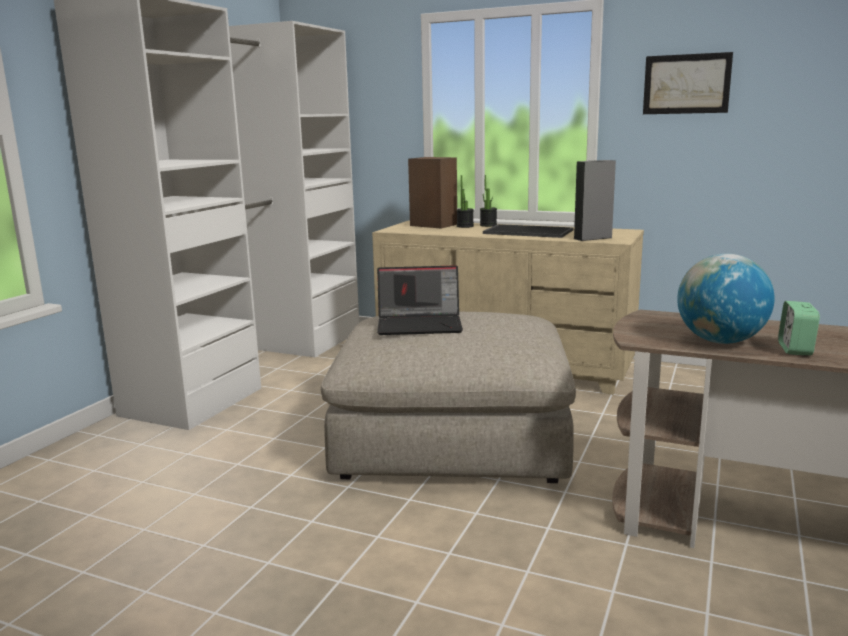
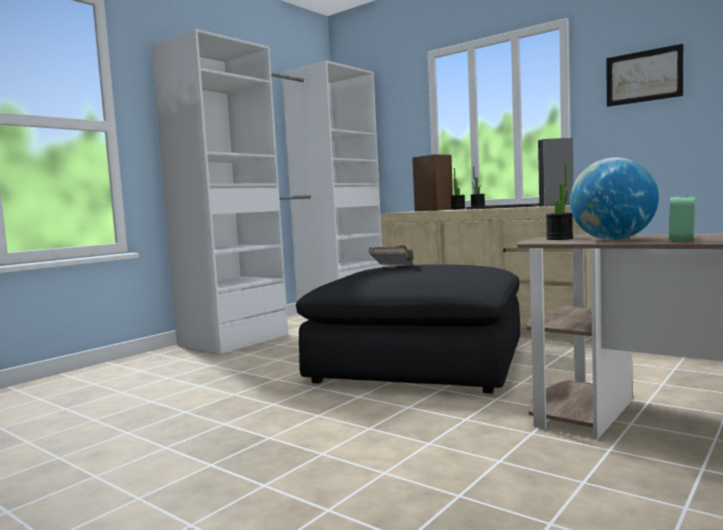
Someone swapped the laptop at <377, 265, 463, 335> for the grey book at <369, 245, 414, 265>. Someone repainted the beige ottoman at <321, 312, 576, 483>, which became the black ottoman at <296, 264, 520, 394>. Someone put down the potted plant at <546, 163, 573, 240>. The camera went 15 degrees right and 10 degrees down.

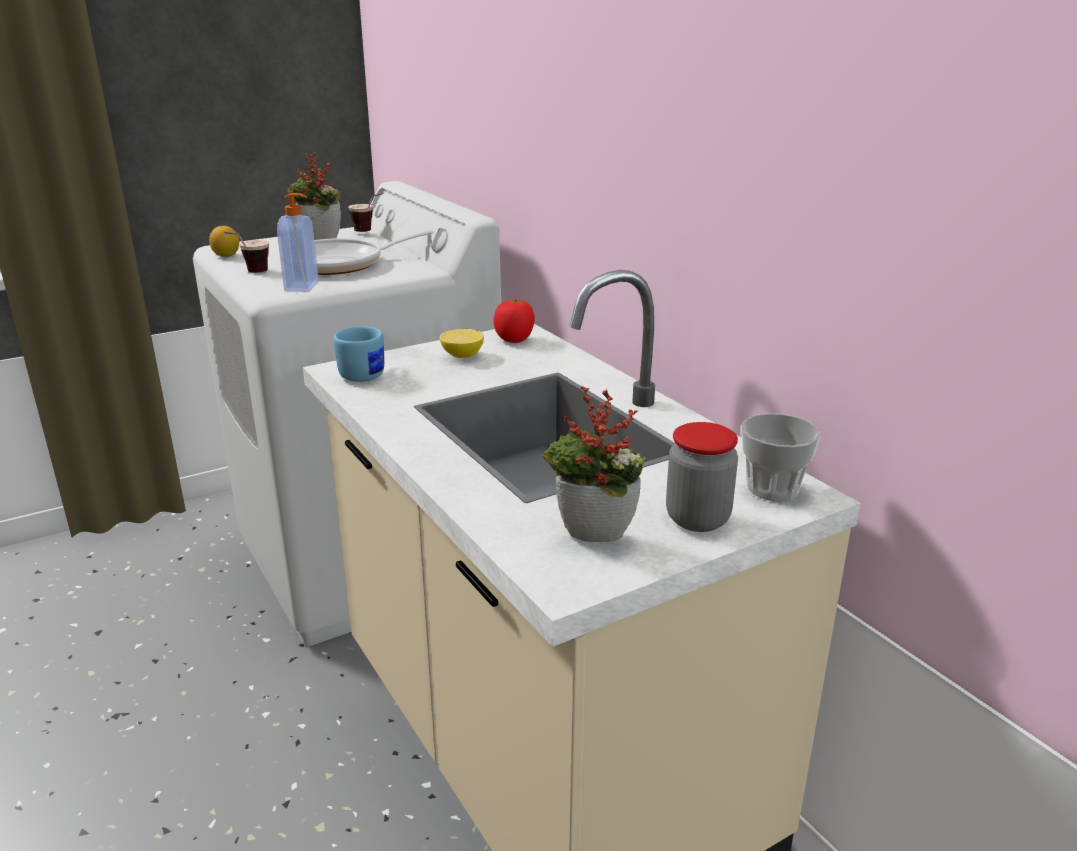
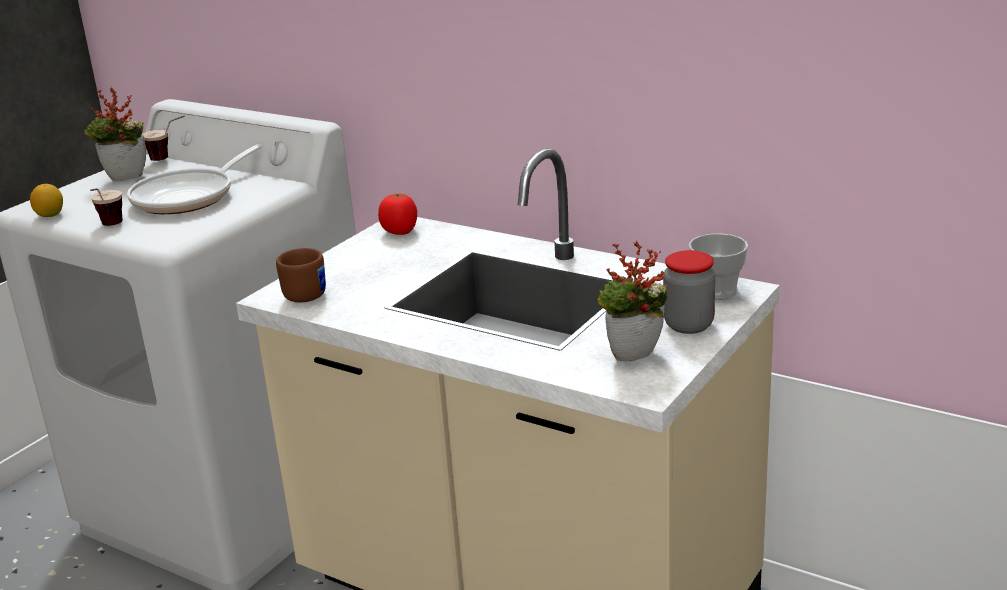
Someone took away the soap dispenser at <277, 193, 319, 292>. Someone repainted the blue mug at <333, 326, 384, 382>, which became the brown mug at <276, 248, 326, 302>. Someone took away the lemon at <439, 329, 484, 358>. The camera went 25 degrees left and 0 degrees up.

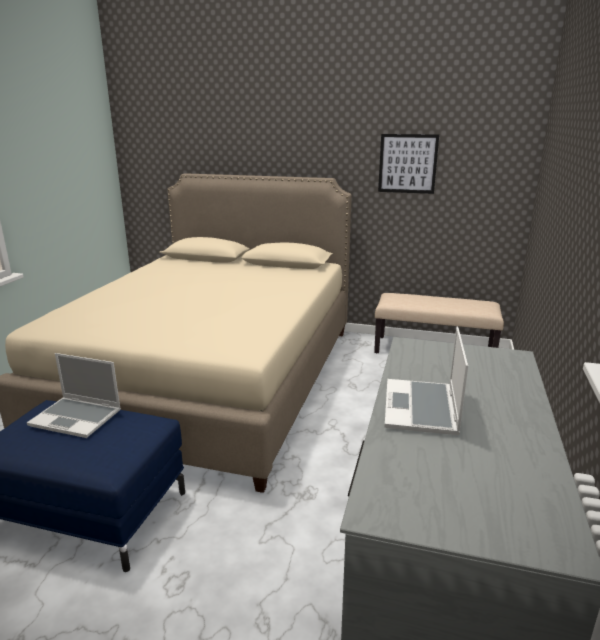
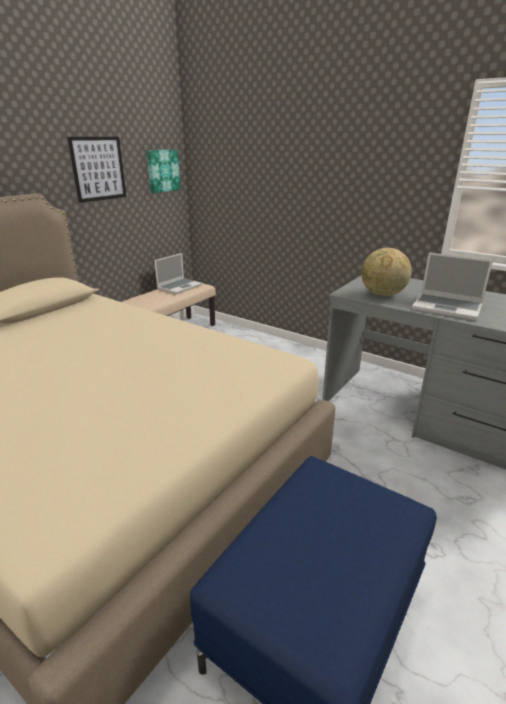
Someone carried the laptop from <27, 353, 121, 438> to <154, 253, 202, 294>. Someone put up the picture at <147, 149, 181, 193>. Someone put down the globe at <361, 248, 412, 296>. The camera went 70 degrees left and 5 degrees up.

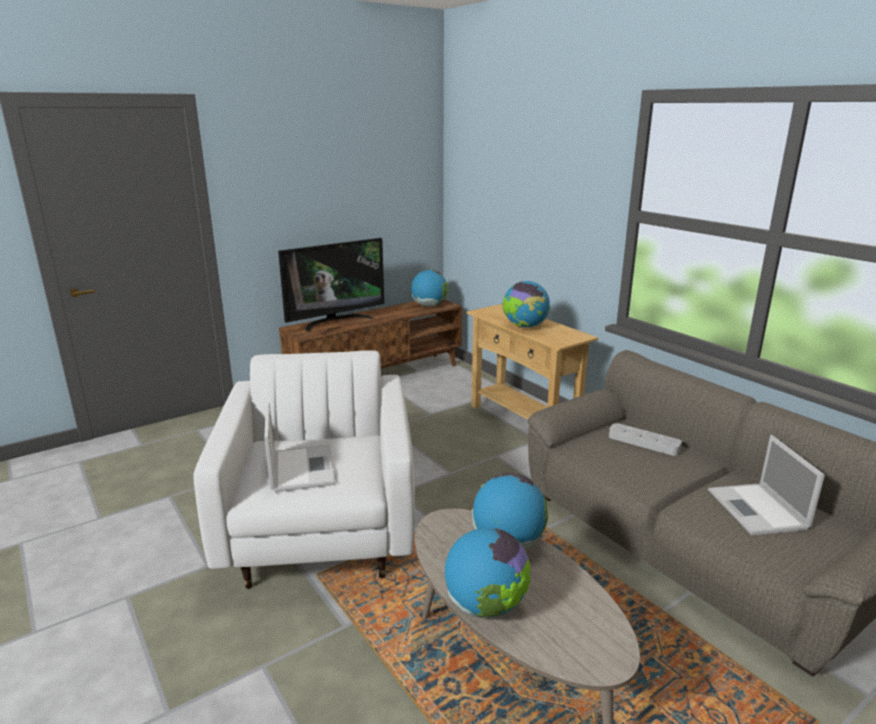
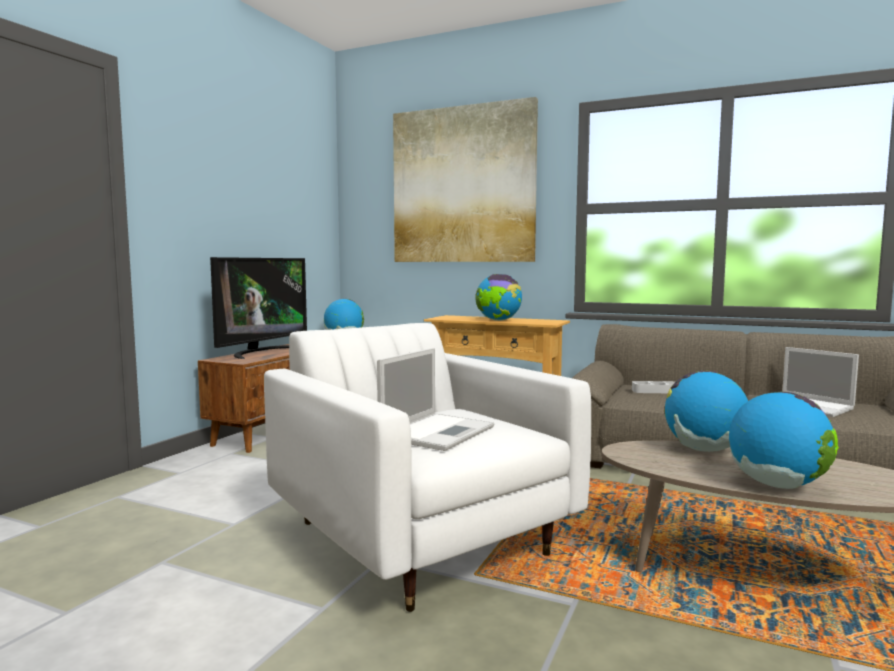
Someone rotated the laptop at <264, 402, 335, 492> by 75 degrees clockwise. Someone put up the picture at <393, 97, 538, 262>. The camera went 30 degrees left and 15 degrees down.

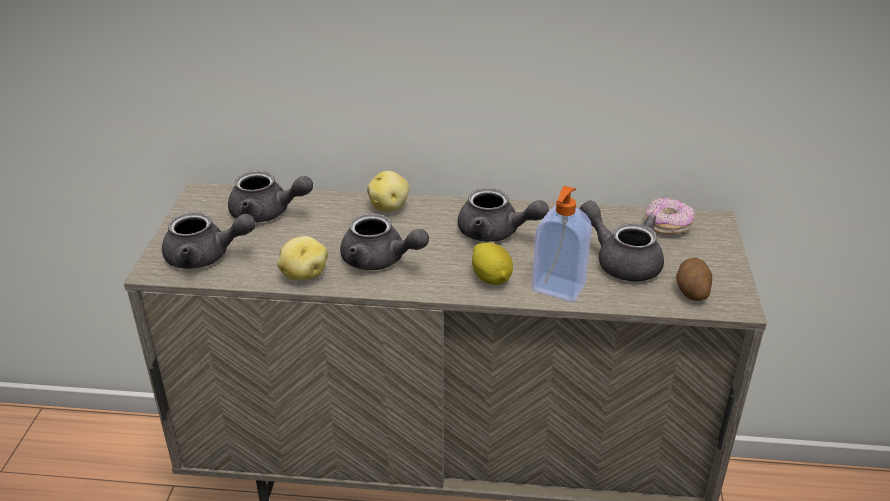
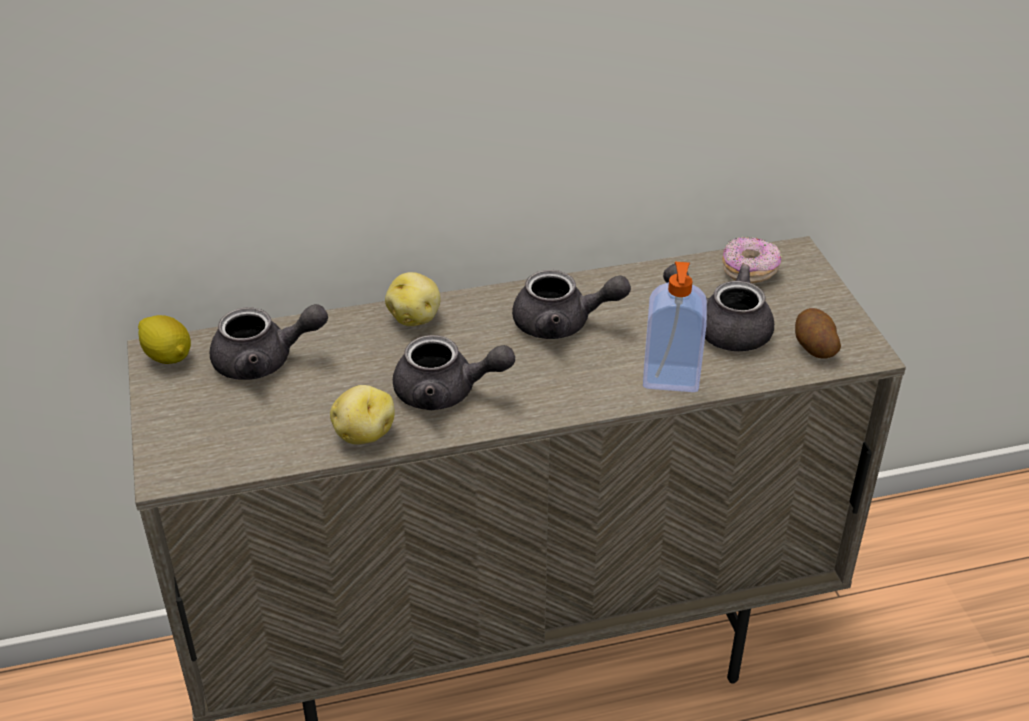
Someone took away the grey teapot at <162, 212, 255, 269>. Someone carried the lemon from <472, 243, 513, 285> to <138, 315, 191, 364>. The camera went 20 degrees left and 5 degrees up.

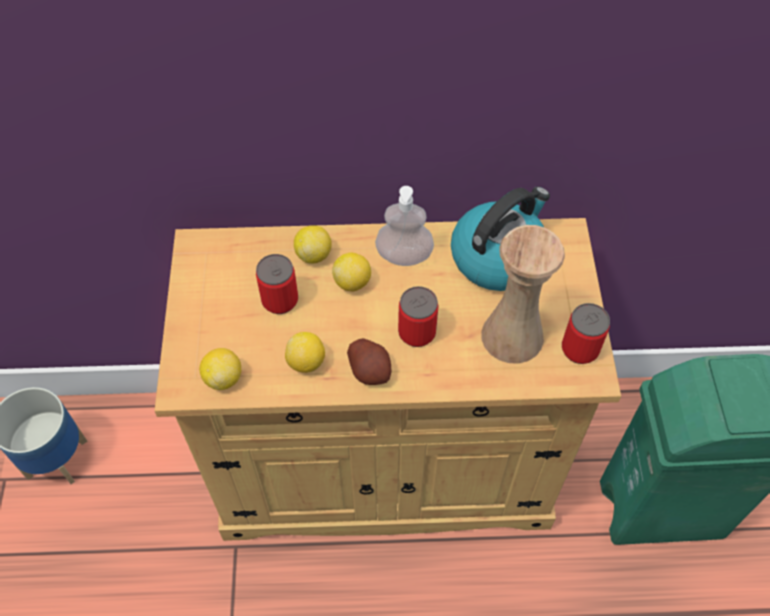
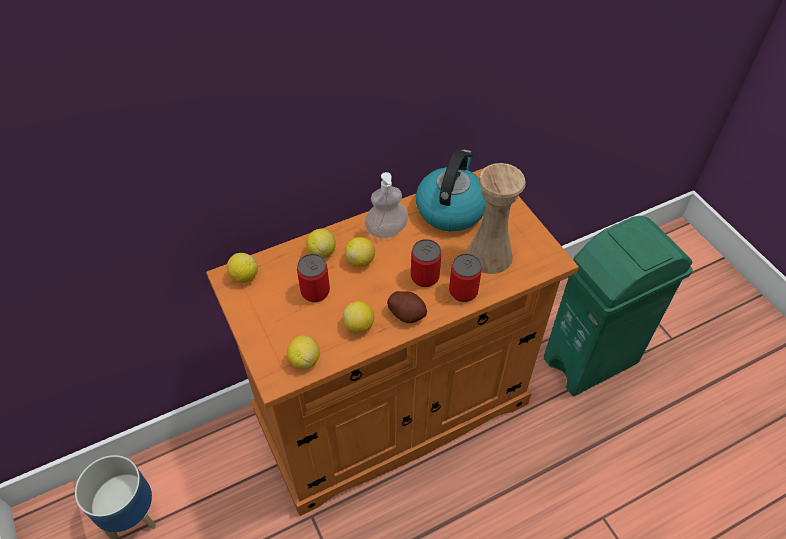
Someone repainted the beige cabinet at <154, 218, 621, 541>, which became the orange cabinet at <206, 168, 579, 516>. Someone carried the can from <562, 303, 610, 364> to <449, 254, 482, 302>. Someone put down the lemon at <227, 253, 258, 283>. The camera went 25 degrees left and 5 degrees down.

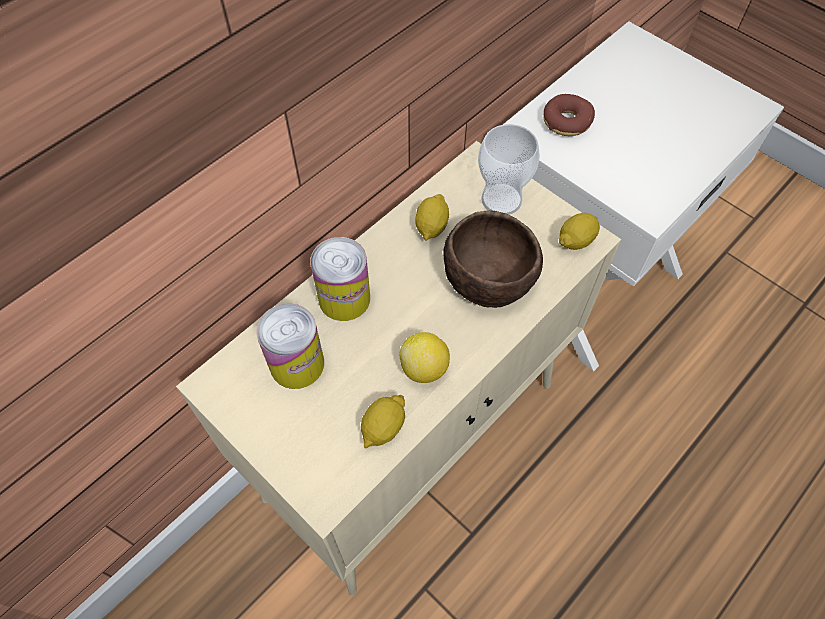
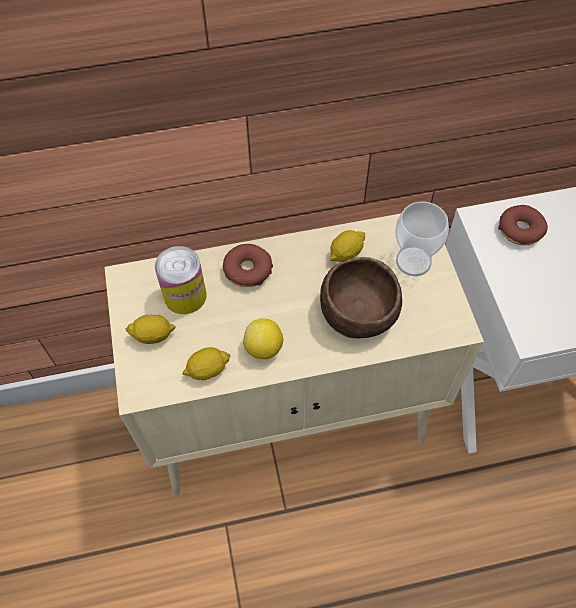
Someone carried the lemon from <559, 213, 600, 250> to <126, 315, 176, 344>. Someone swapped the can at <310, 237, 370, 321> for the donut at <223, 244, 273, 287>. The camera went 35 degrees right and 0 degrees up.

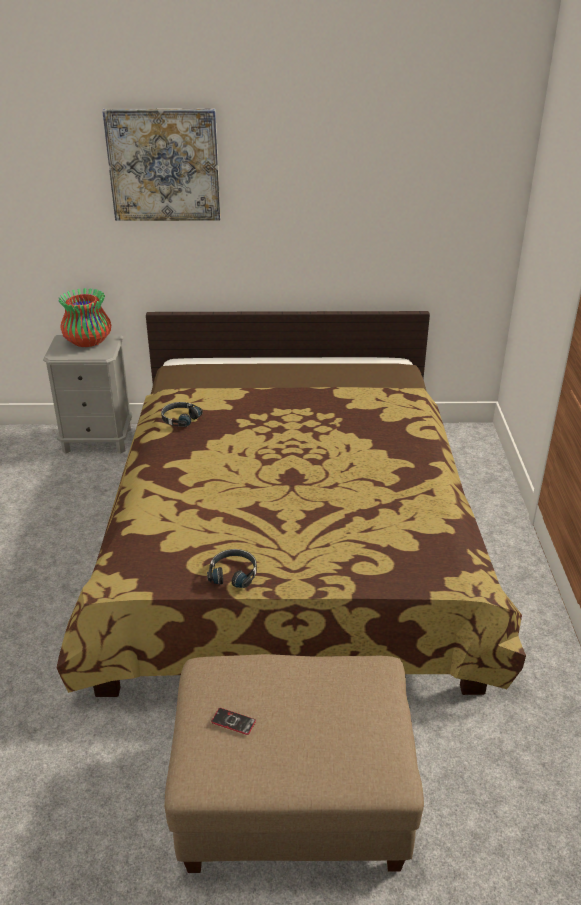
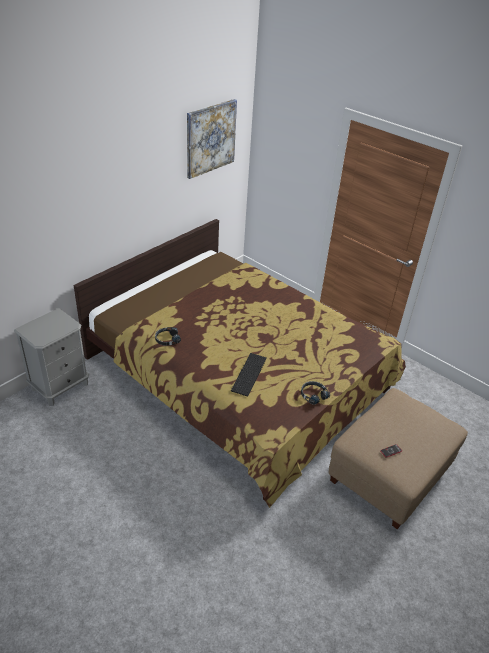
Someone carried the picture from <102, 109, 221, 221> to <187, 99, 237, 179>. Someone took away the vase at <58, 288, 111, 347>. Someone put down the keyboard at <231, 353, 267, 397>. The camera went 50 degrees left and 5 degrees up.

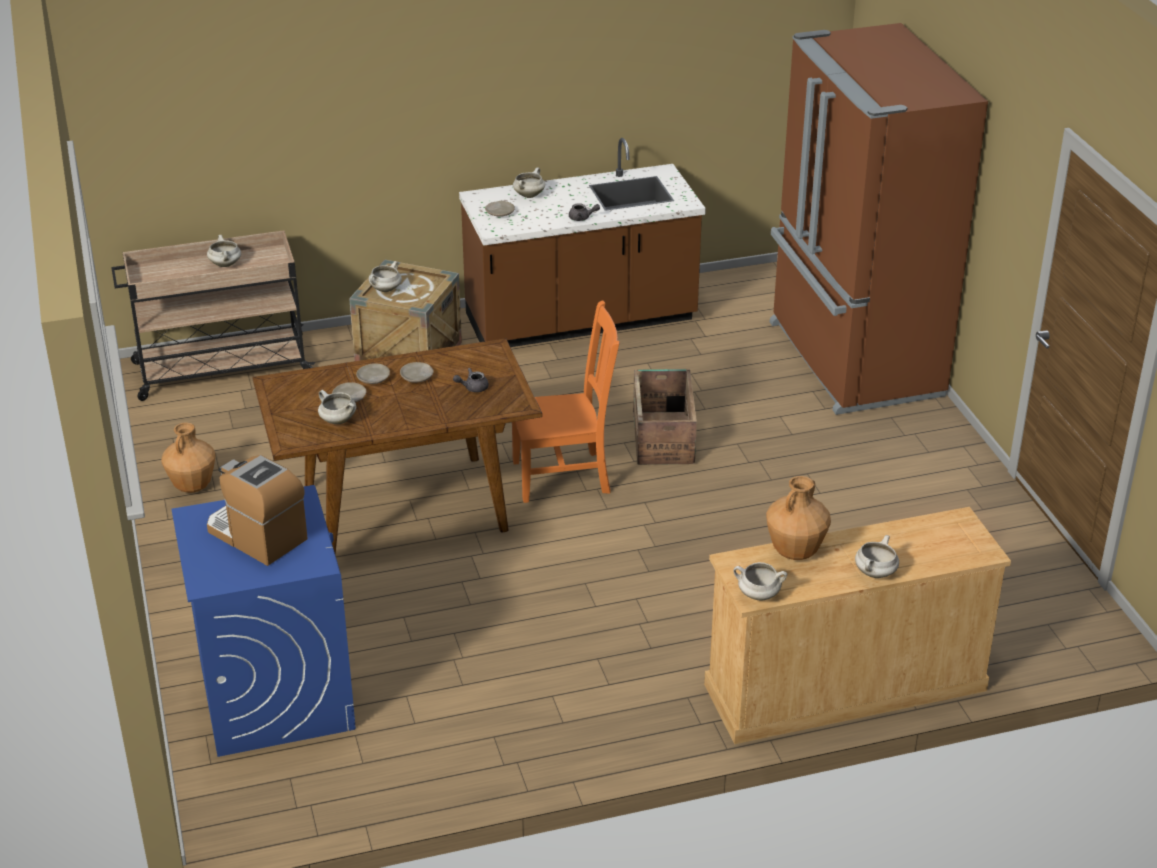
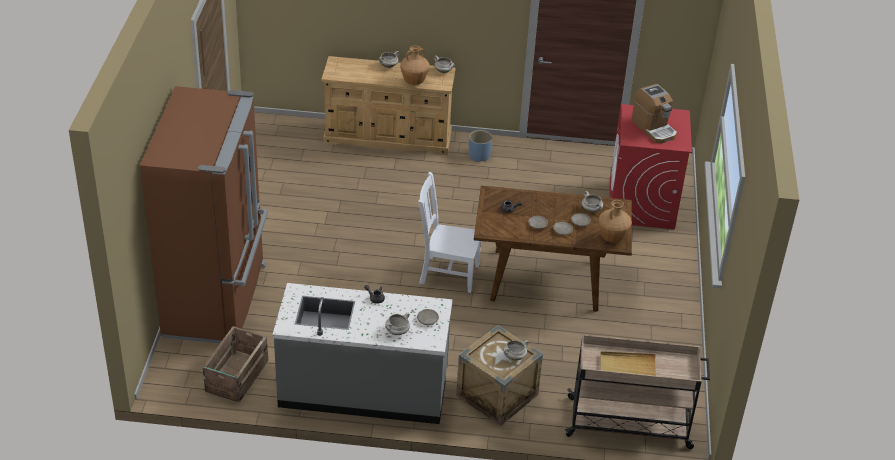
Someone repainted the brown counter at <459, 138, 706, 347>, which became the grey counter at <273, 283, 452, 424>. Someone swapped the white cooking pot at <207, 235, 241, 267> for the beige tray at <600, 351, 656, 376>. Someone repainted the orange chair at <512, 300, 620, 503>, which became the white chair at <418, 172, 481, 293>. Someone carried the crate from <633, 369, 697, 465> to <203, 326, 268, 403>. Someone carried the brown vase from <161, 423, 216, 493> to <598, 200, 632, 243>. Someone repainted the blue washing machine at <171, 485, 356, 757>, which became the red washing machine at <609, 104, 692, 229>. Someone put down the blue planter at <469, 130, 492, 162>. The camera went 160 degrees left and 5 degrees up.

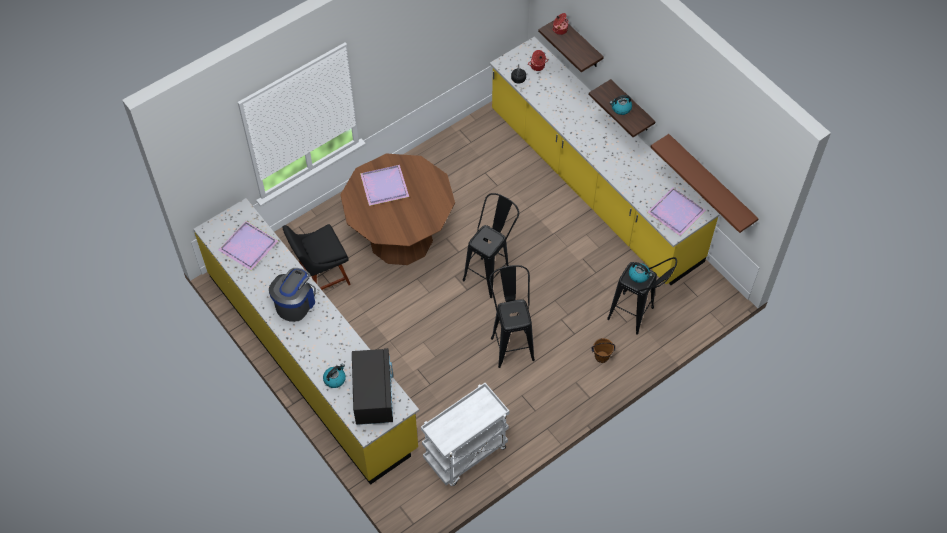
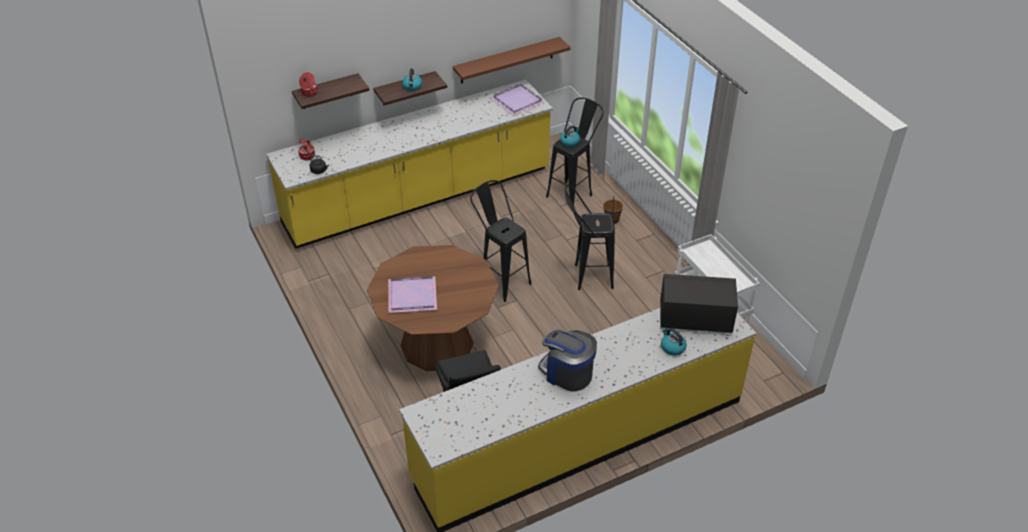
Someone took away the purple tray at <219, 221, 278, 271>. The camera went 80 degrees left and 15 degrees down.

